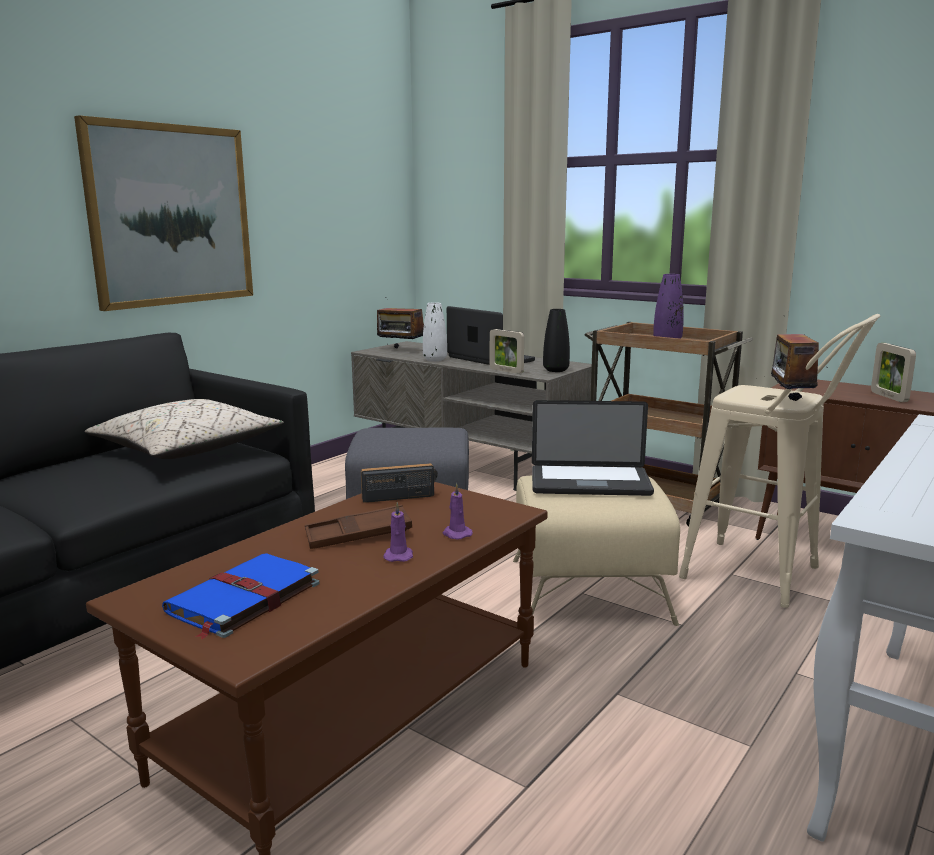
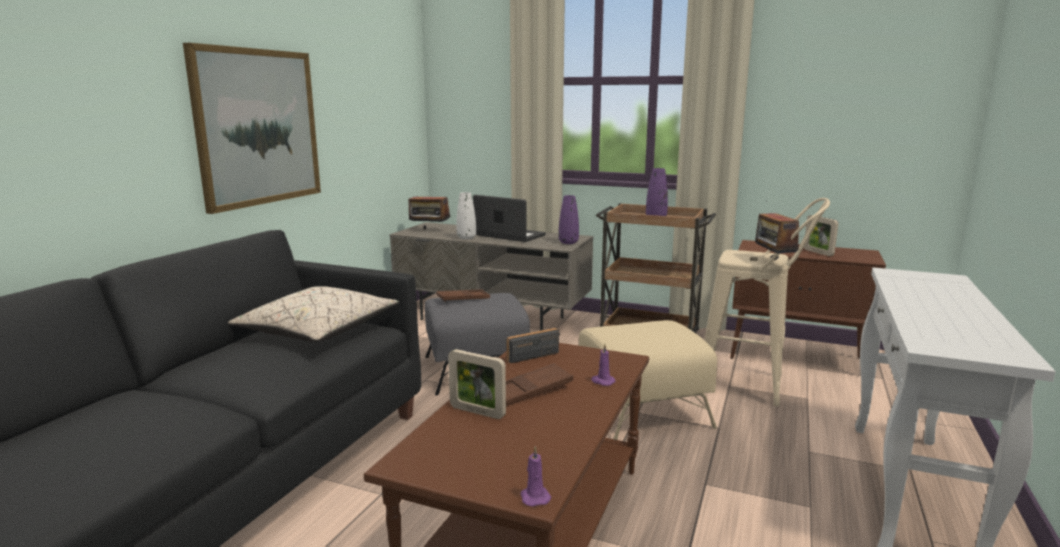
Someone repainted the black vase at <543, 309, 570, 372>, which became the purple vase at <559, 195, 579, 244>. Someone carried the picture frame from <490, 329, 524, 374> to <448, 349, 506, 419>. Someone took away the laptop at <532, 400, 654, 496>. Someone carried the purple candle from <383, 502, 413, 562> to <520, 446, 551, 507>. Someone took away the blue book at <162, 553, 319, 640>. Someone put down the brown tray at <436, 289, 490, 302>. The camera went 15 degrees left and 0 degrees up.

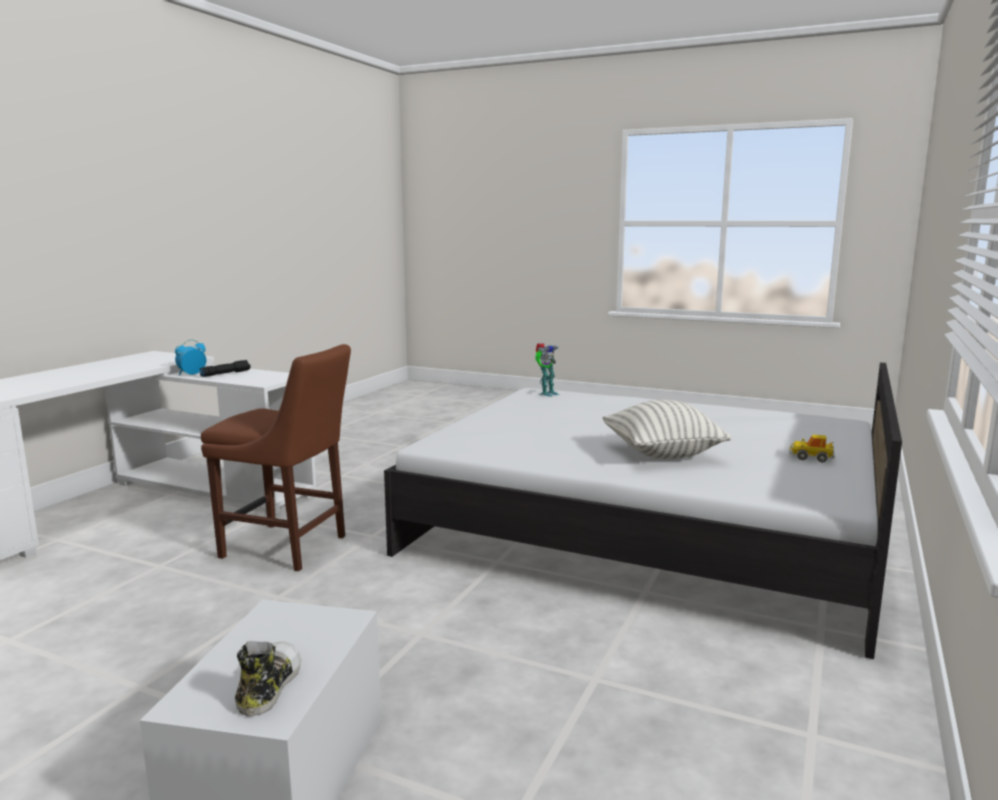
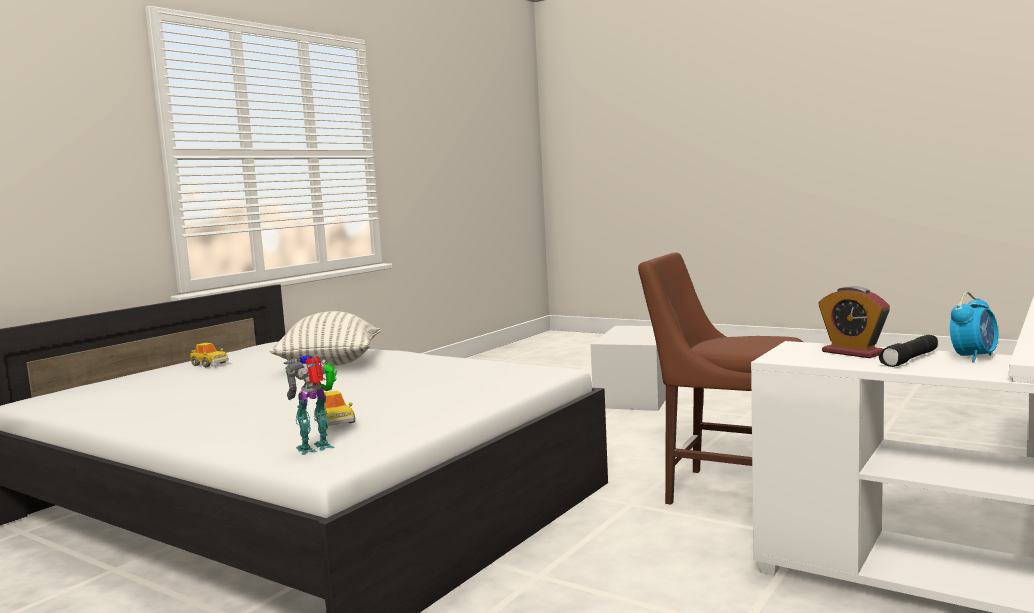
Someone took away the shoe at <235, 640, 301, 717>. Someone put down the alarm clock at <819, 286, 890, 358>. Someone put down the toy car at <315, 390, 355, 428>. The camera went 170 degrees left and 5 degrees down.

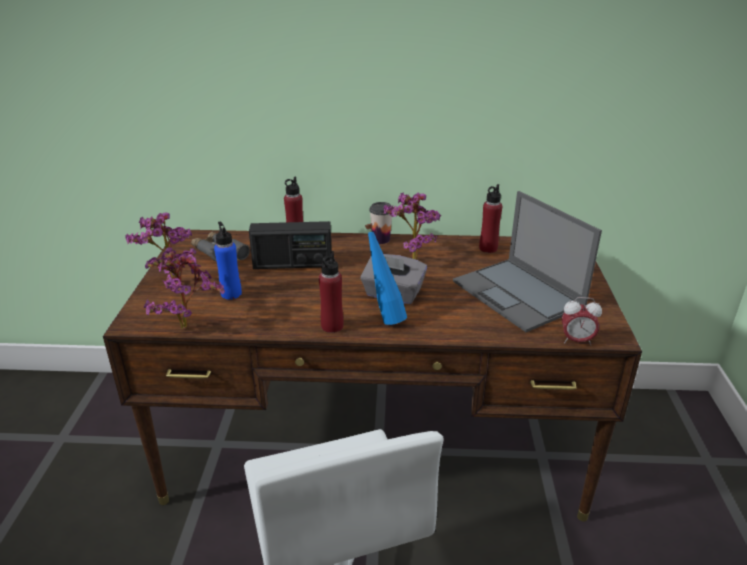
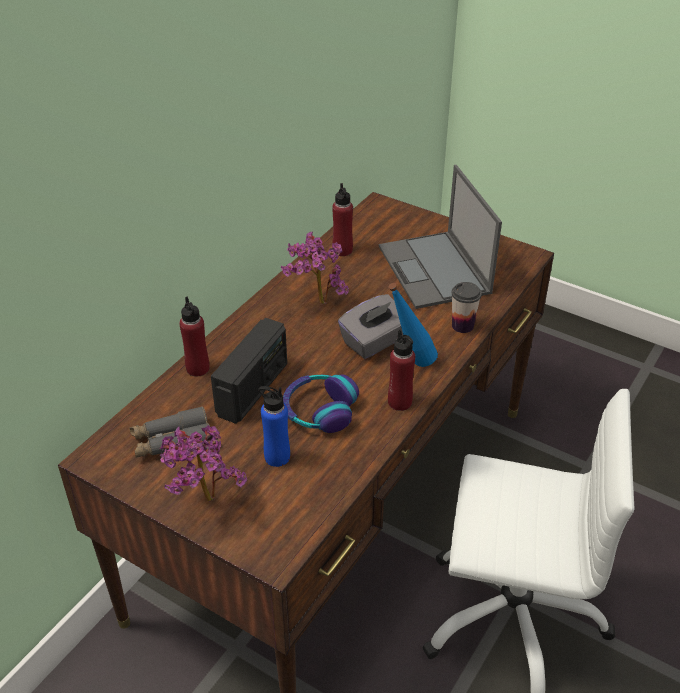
Someone rotated the laptop at <453, 191, 602, 332> by 75 degrees clockwise. Someone carried the cup from <369, 202, 392, 244> to <451, 282, 482, 333>. Someone took away the potted plant at <144, 247, 225, 329>. Someone took away the alarm clock at <562, 297, 602, 346>. Someone put down the headphones at <283, 374, 359, 433>. The camera went 60 degrees left and 10 degrees up.

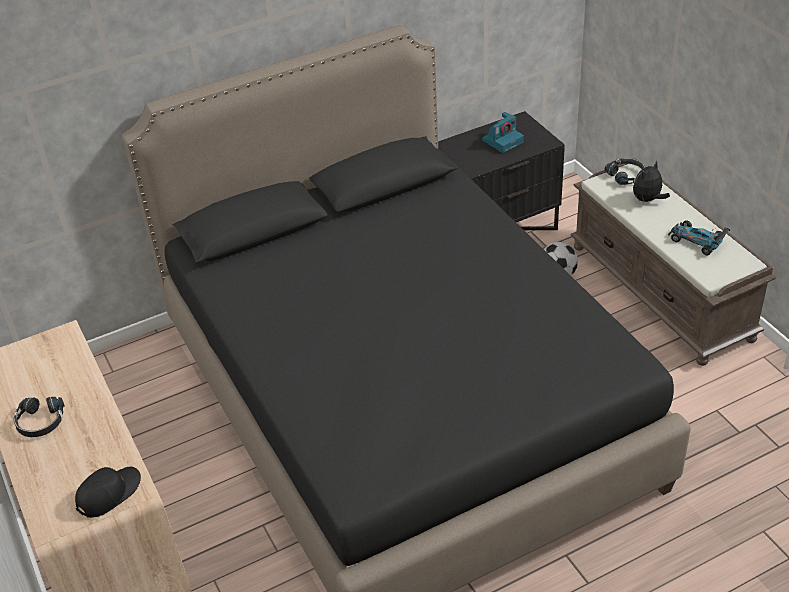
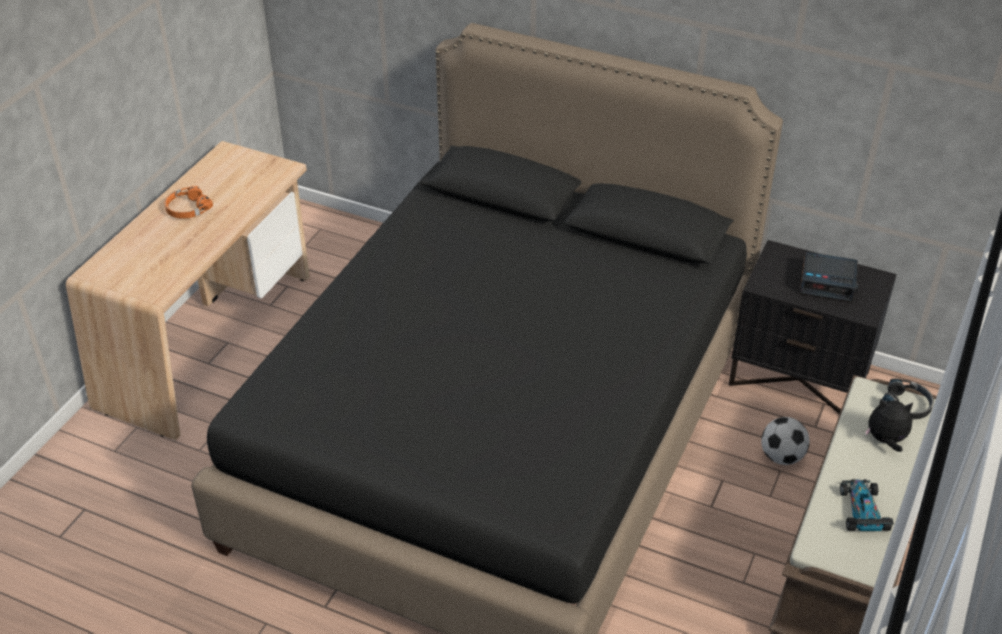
Someone swapped the photo camera at <482, 112, 524, 153> for the alarm clock at <799, 252, 859, 302>. Someone repainted the black headphones at <14, 397, 65, 437>, which became the orange headphones at <165, 186, 213, 219>. Someone took away the black cap at <75, 467, 141, 518>. The camera went 50 degrees right and 0 degrees up.

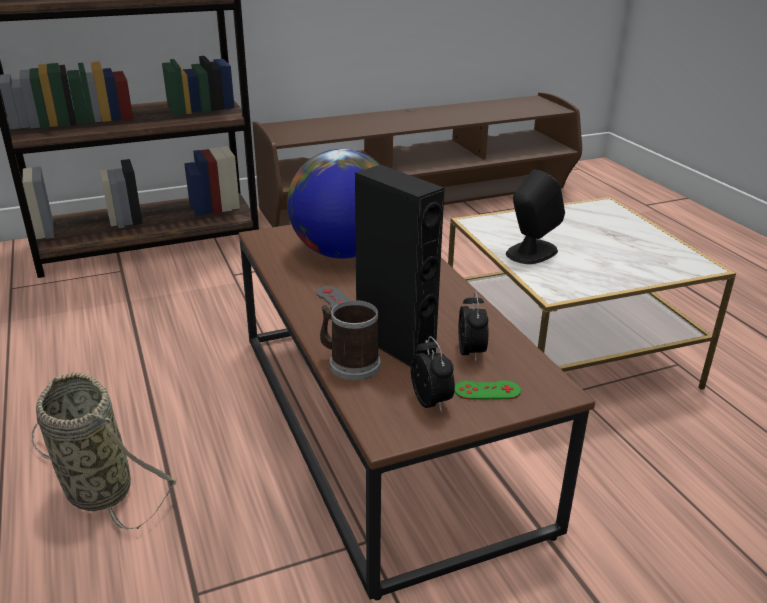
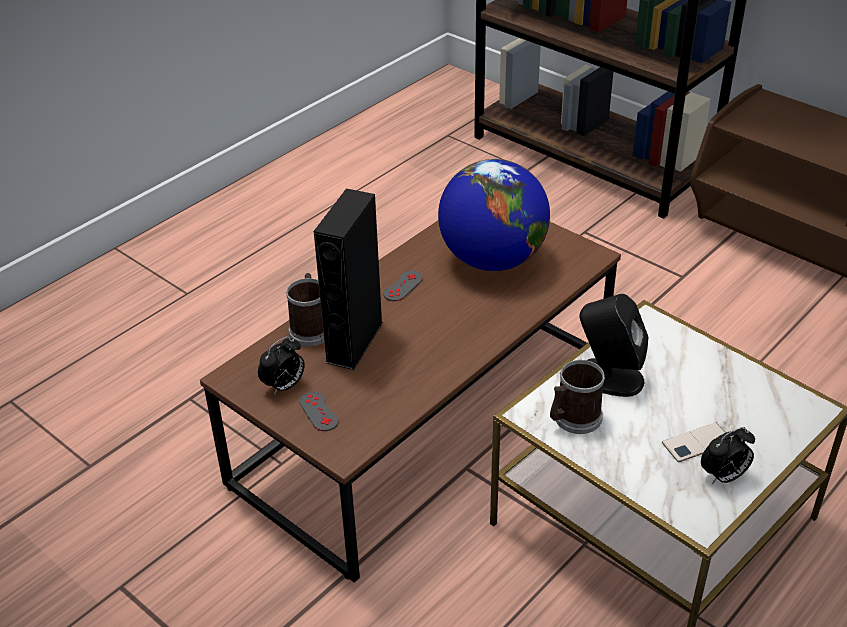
Someone carried the alarm clock from <459, 292, 488, 362> to <701, 427, 755, 484>. Someone took away the basket at <31, 372, 177, 529>. Someone repainted the green game controller at <455, 380, 521, 400>, which became the grey game controller at <300, 391, 339, 431>. Someone put down the mug at <550, 360, 605, 434>. Someone put down the phone at <662, 422, 725, 462>. The camera went 65 degrees right and 10 degrees up.

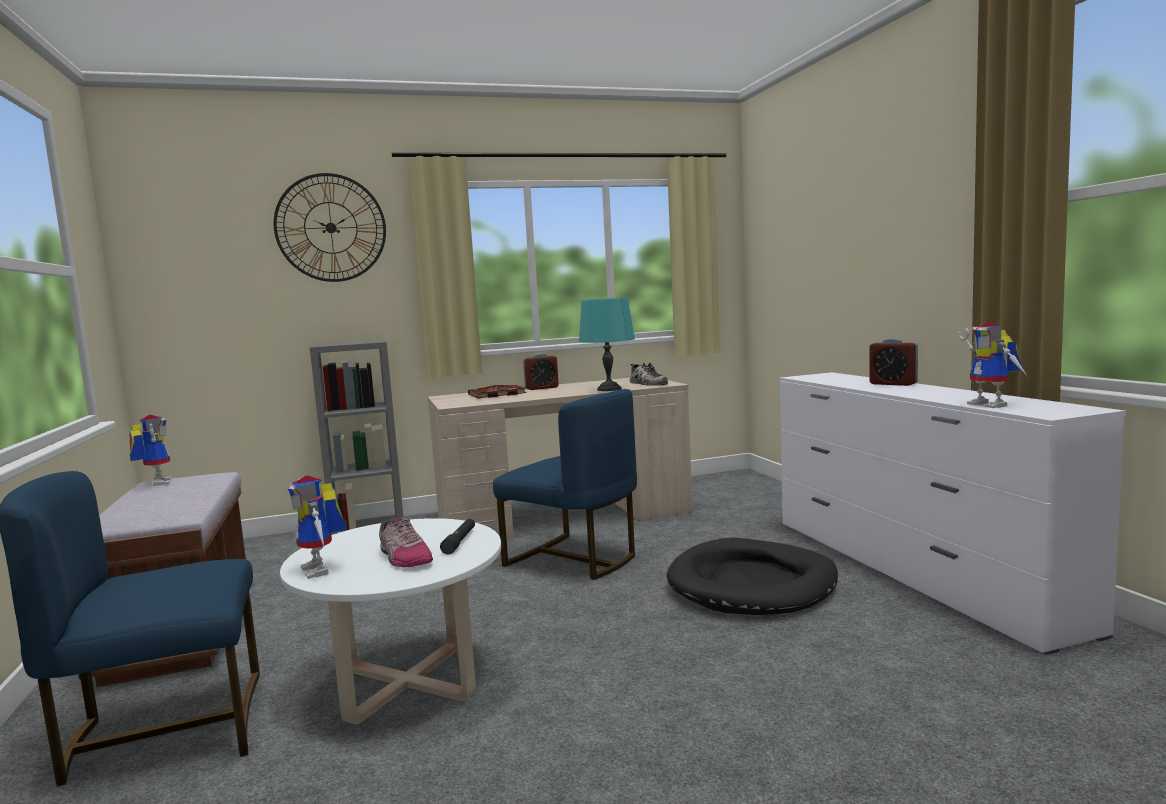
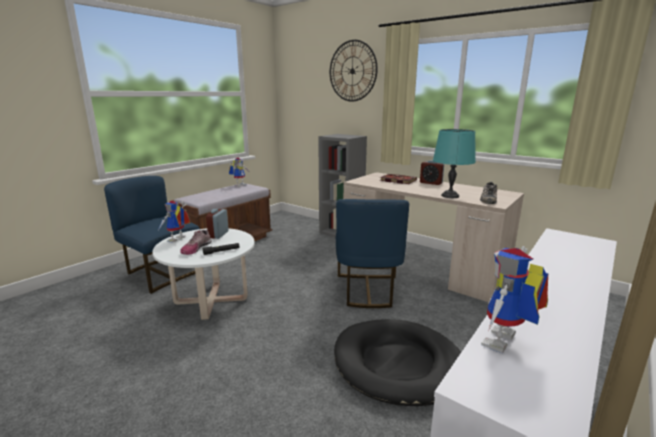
Someone carried the alarm clock from <870, 338, 918, 386> to <206, 209, 229, 239>. The camera went 55 degrees right and 10 degrees up.

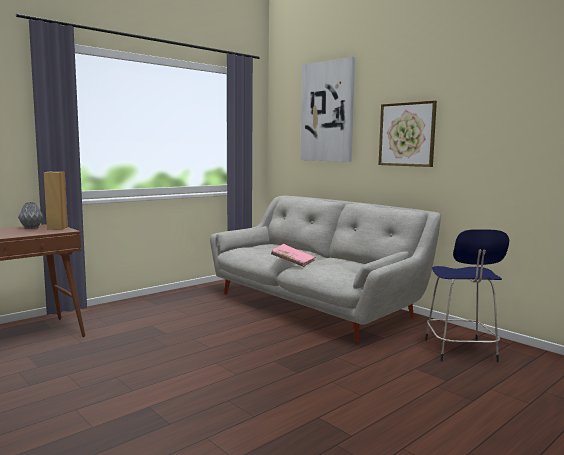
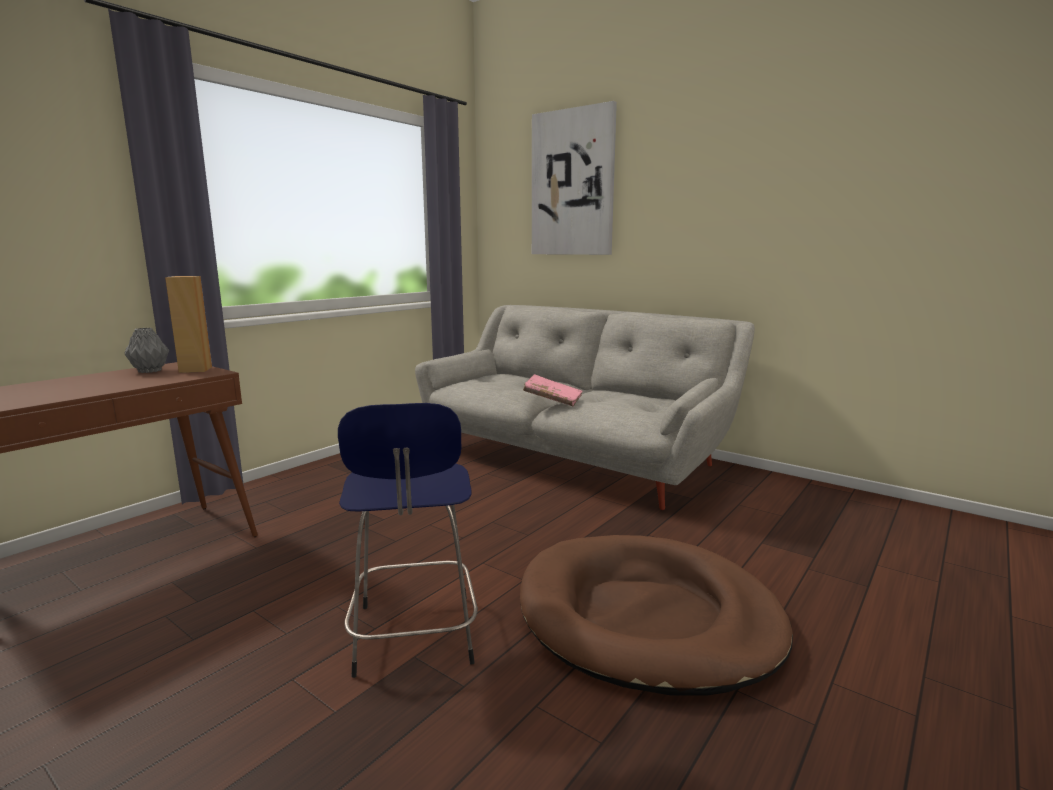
Someone took away the picture at <379, 101, 437, 167>. Someone carried the blue stool from <425, 229, 509, 362> to <338, 403, 478, 678>. Someone put down the brown dog bed at <520, 535, 793, 696>. The camera went 10 degrees left and 5 degrees up.

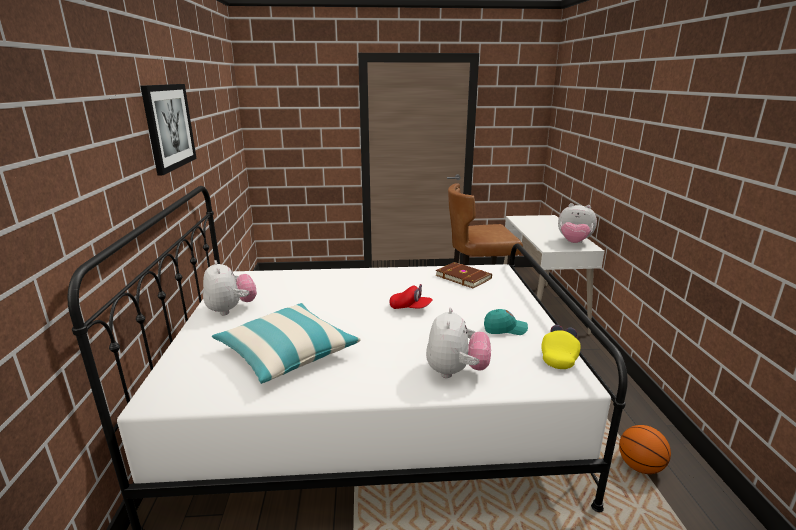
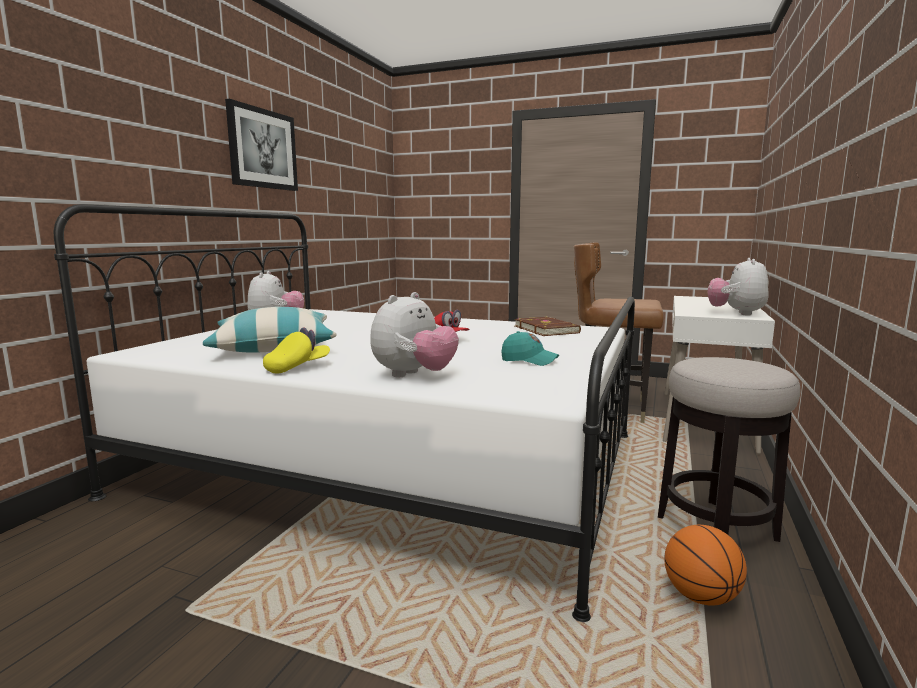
Someone rotated the plush toy at <558, 203, 597, 243> by 60 degrees clockwise. Someone carried the yellow cap from <542, 325, 580, 369> to <263, 328, 330, 373>. Someone put down the stool at <658, 357, 800, 542>. The camera went 25 degrees right and 10 degrees down.

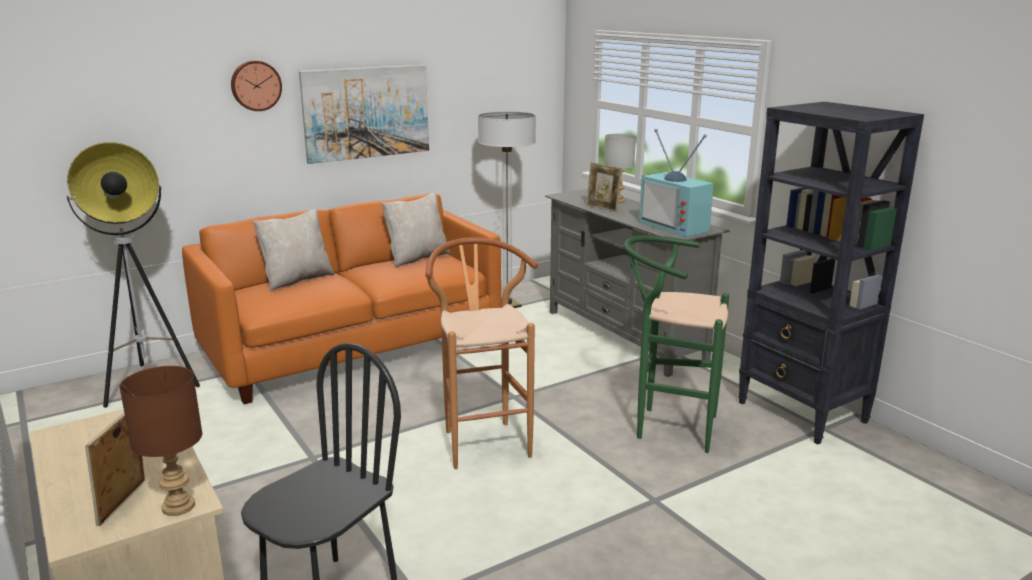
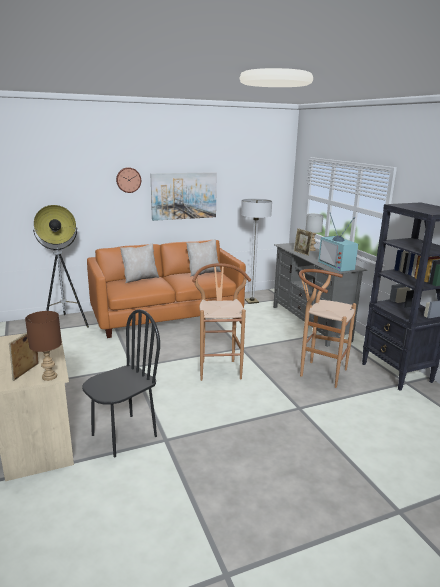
Someone repainted the green stool at <624, 235, 729, 453>, which became the brown stool at <299, 269, 357, 388>. The camera went 10 degrees right and 0 degrees up.

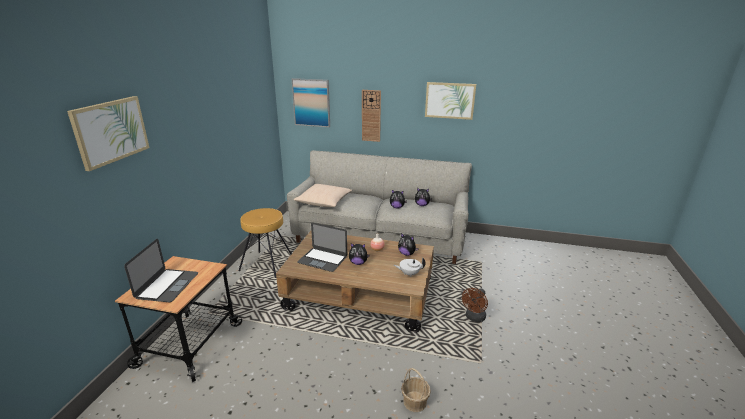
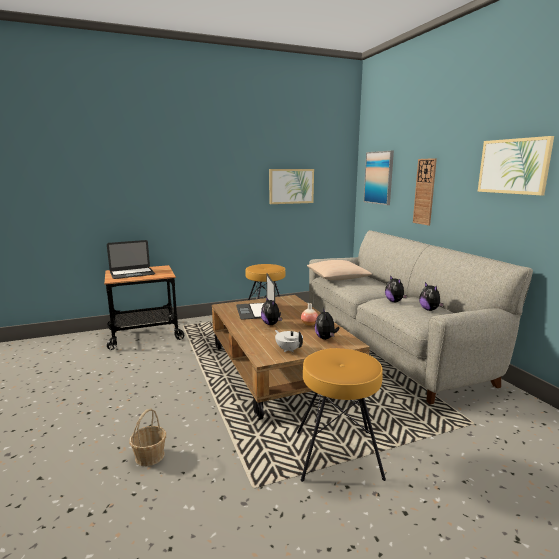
Someone carried the picture from <67, 96, 149, 171> to <269, 169, 314, 204>. Someone swapped the brown fan at <462, 288, 488, 322> for the brown stool at <297, 348, 386, 482>. The camera went 55 degrees right and 10 degrees down.

